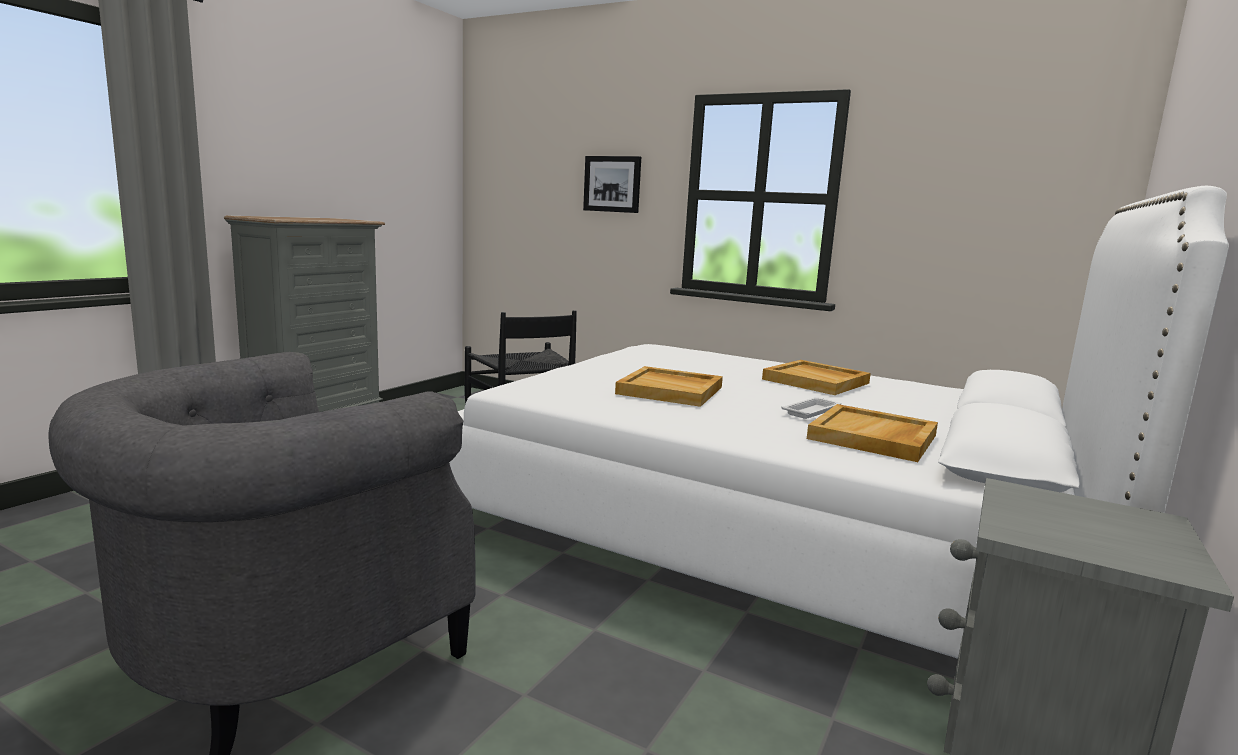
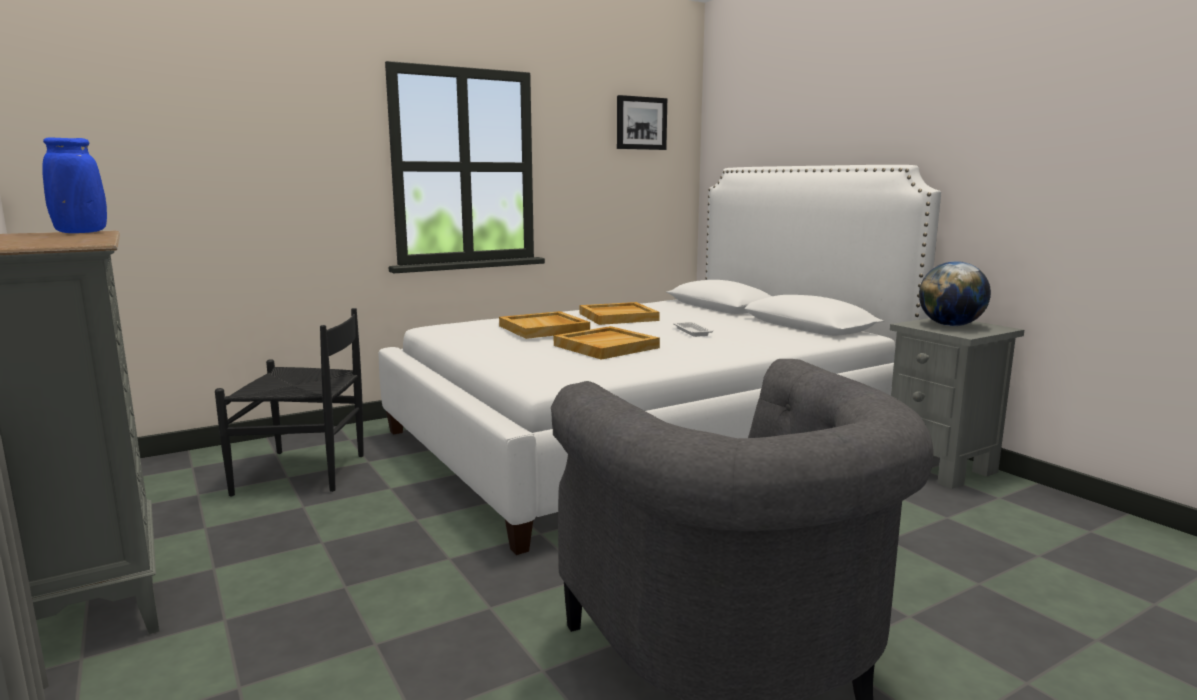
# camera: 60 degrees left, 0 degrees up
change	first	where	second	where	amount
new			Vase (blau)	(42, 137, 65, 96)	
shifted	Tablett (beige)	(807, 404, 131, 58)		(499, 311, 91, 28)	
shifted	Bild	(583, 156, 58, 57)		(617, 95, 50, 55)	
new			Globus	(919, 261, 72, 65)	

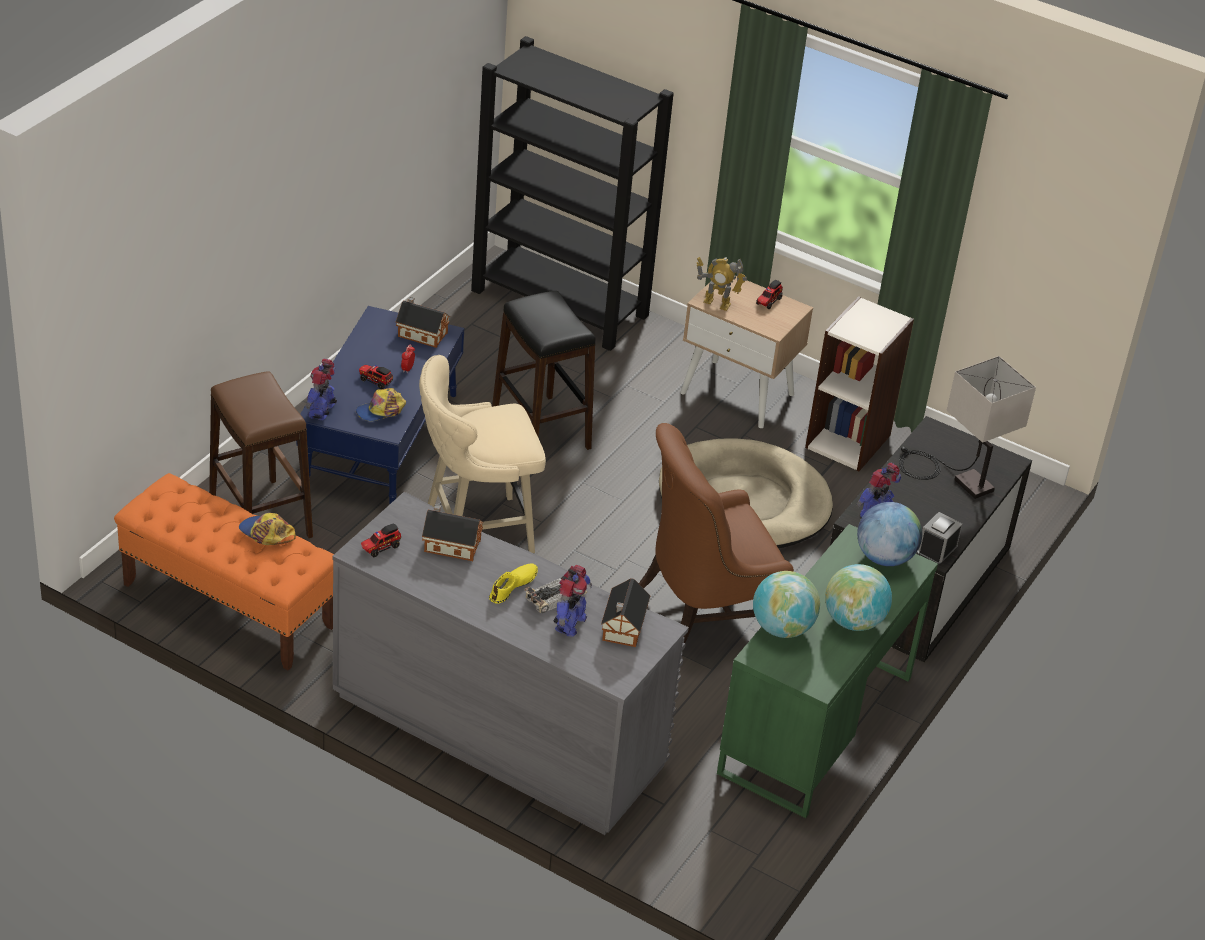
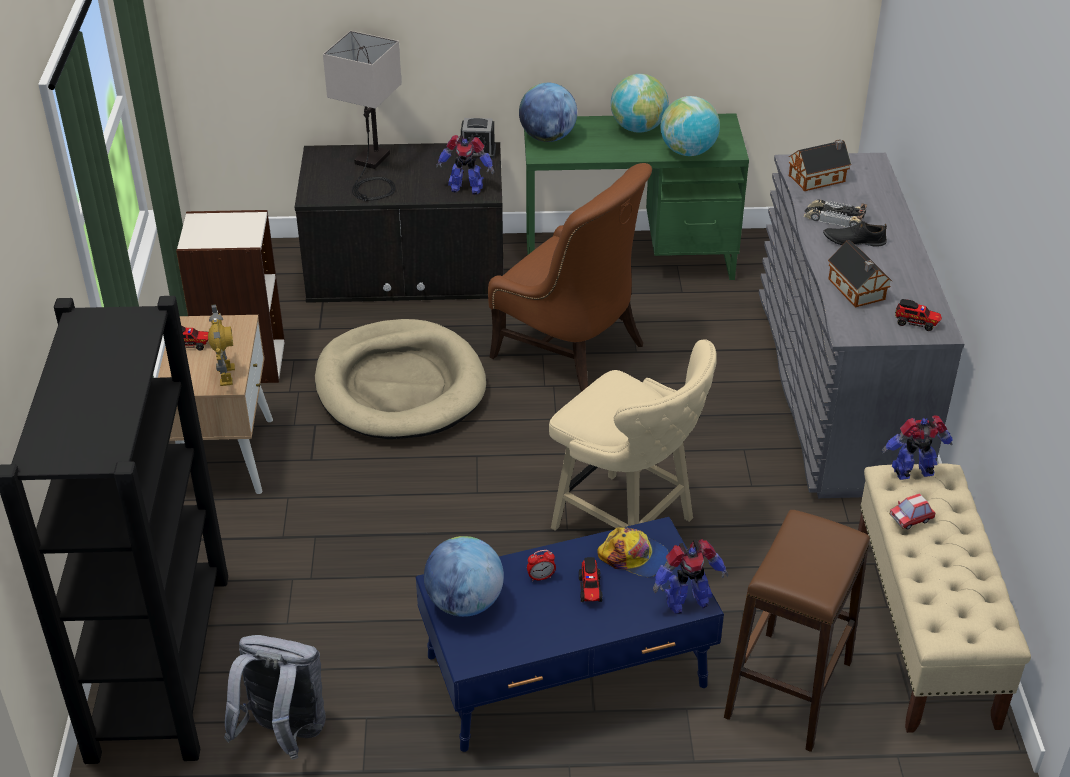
# camera: 120 degrees left, 0 degrees up
change	first	where	second	where	amount
new			Rucksack (grau)	(224, 635, 102, 125)	
swapped	Spielzeughaus	(396, 297, 54, 51)	Globus	(424, 536, 80, 81)	
repainted	Schuh (gelb)	(489, 563, 49, 41)	Schuh (schwarz)	(823, 221, 64, 26)	
repainted	Bank (orange)	(114, 473, 220, 197)	Bank (beige)	(858, 464, 173, 269)	
shifted	Spielzeugroboter	(553, 565, 39, 72)		(882, 415, 71, 65)	
swapped	Kappe	(239, 513, 57, 32)	Spielzeugauto	(889, 493, 46, 37)	
gone	Hocker (schwarz)	(492, 291, 104, 159)			

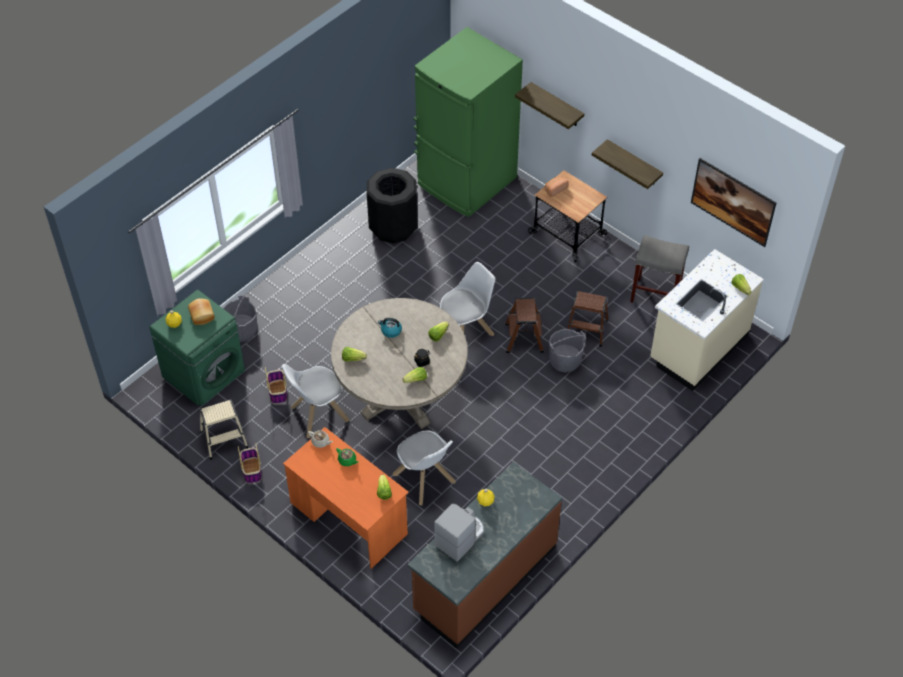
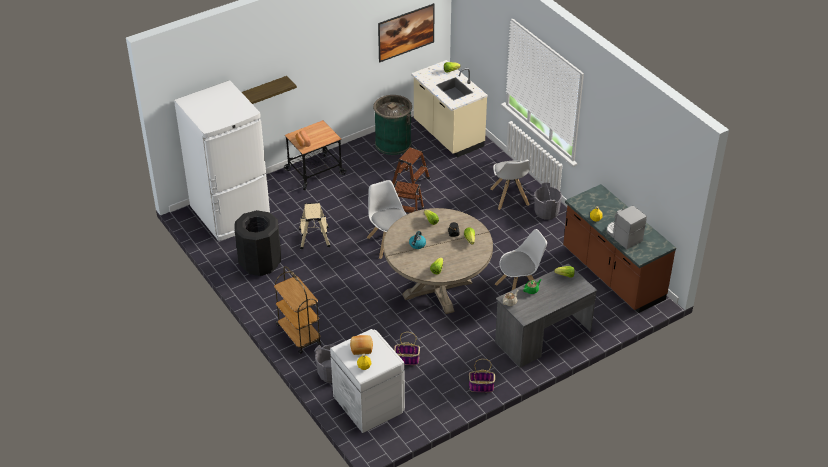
# camera: 75 degrees left, 10 degrees down
change	first	where	second	where	amount
repainted	Kühlschrank (grün)	(413, 27, 110, 190)	Kühlschrank (weiß)	(174, 80, 96, 161)	
new			Rollwagen (braun)	(274, 266, 47, 88)	
shifted	Trittleiter (beige)	(199, 399, 50, 61)		(299, 202, 32, 47)	
repainted	Waschmaschine (grün)	(149, 290, 96, 116)	Waschmaschine (weiß)	(330, 329, 75, 104)	
swapped	Hocker (grau)	(630, 235, 59, 68)	Mülleimer (grün)	(373, 95, 39, 60)	
shifted	Stuhl	(282, 364, 68, 74)		(490, 160, 40, 50)	
repainted	Schreibtisch (orange)	(283, 427, 126, 142)	Schreibtisch (grau)	(495, 264, 102, 104)	
shifted	Eimer (grau)	(548, 329, 38, 44)		(534, 182, 28, 37)	
gone	Wandregal	(592, 139, 71, 50)			

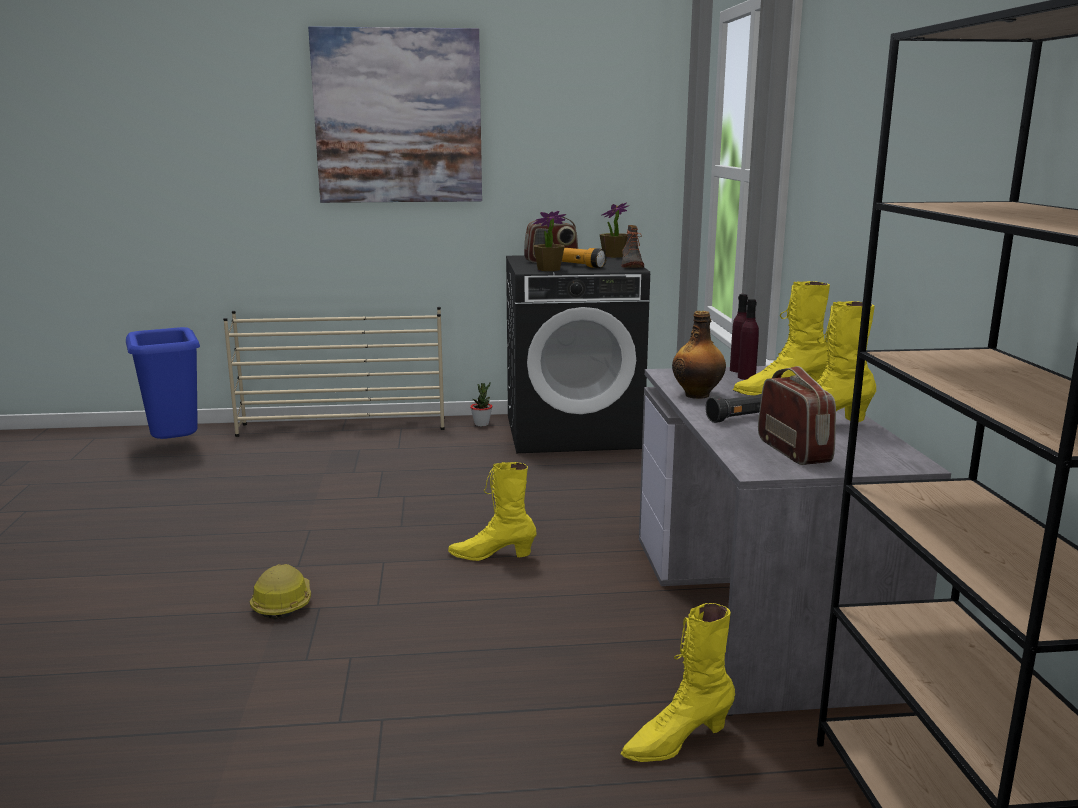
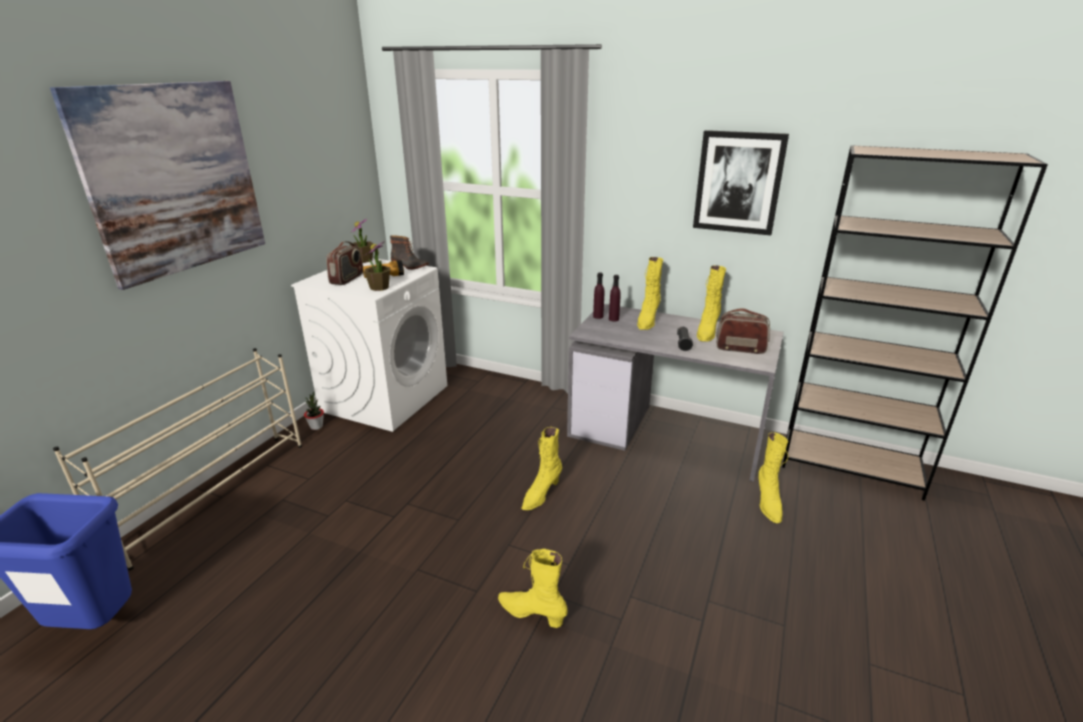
# camera: 60 degrees left, 10 degrees up
change	first	where	second	where	amount
repainted	Waschmaschine (schwarz)	(506, 255, 144, 198)	Waschmaschine (weiß)	(291, 258, 156, 174)	
swapped	Schutzhelm	(250, 564, 61, 56)	Stiefel (gelb)	(498, 549, 70, 79)	
new			Bild	(693, 130, 96, 106)	
gone	Flasche	(672, 311, 54, 88)			

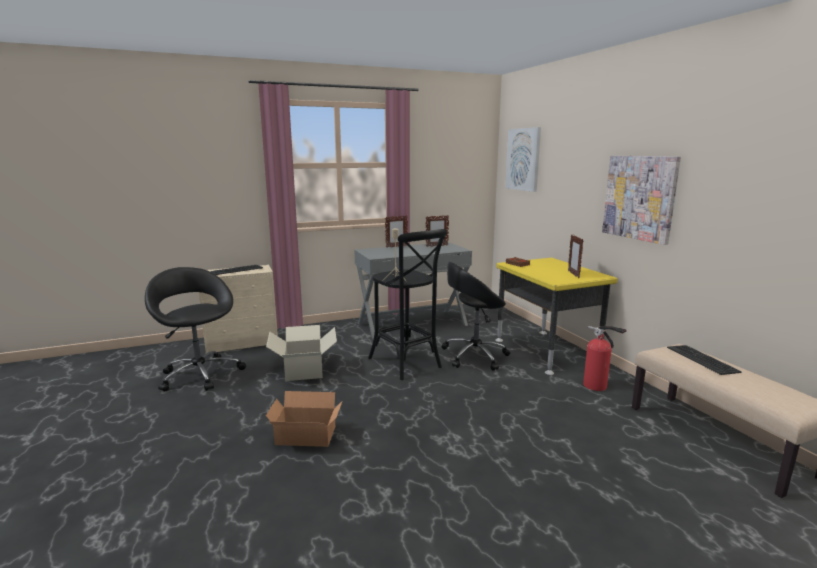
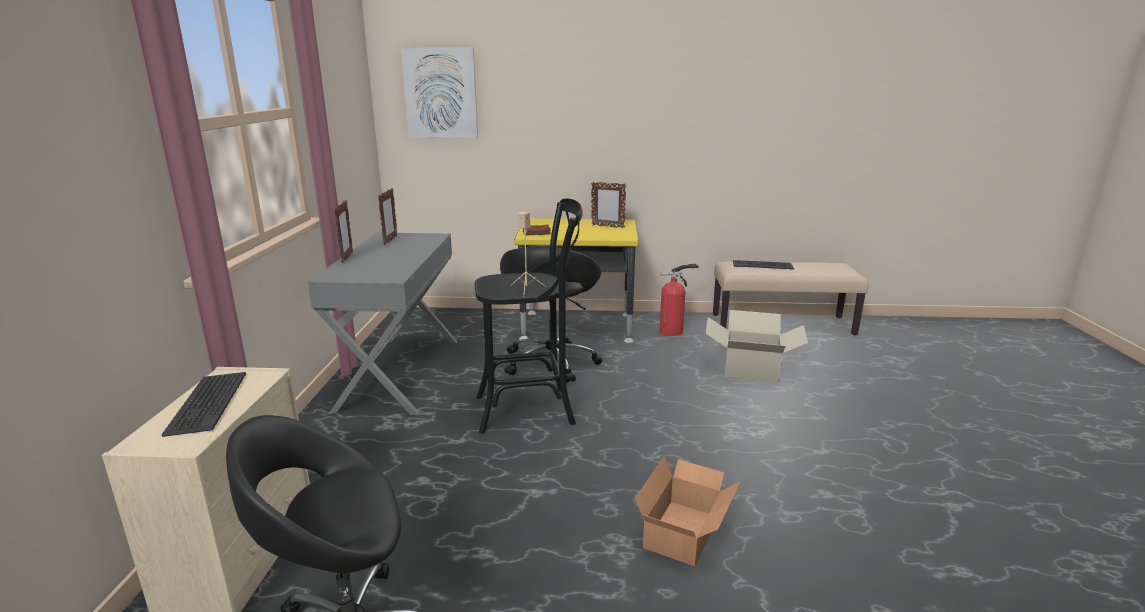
# camera: 65 degrees left, 5 degrees up
change	first	where	second	where	amount
shifted	Karton	(266, 325, 71, 56)		(706, 310, 102, 72)	
gone	Bild	(602, 156, 79, 89)			

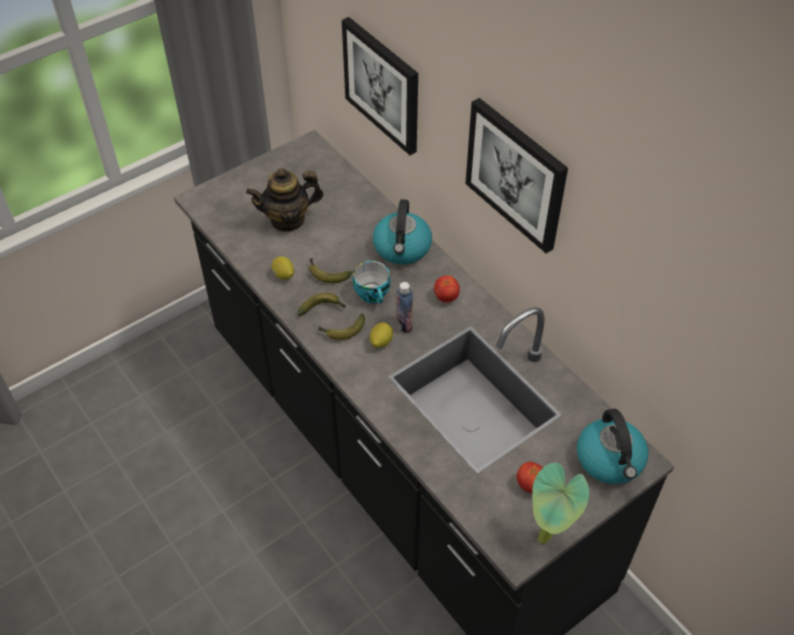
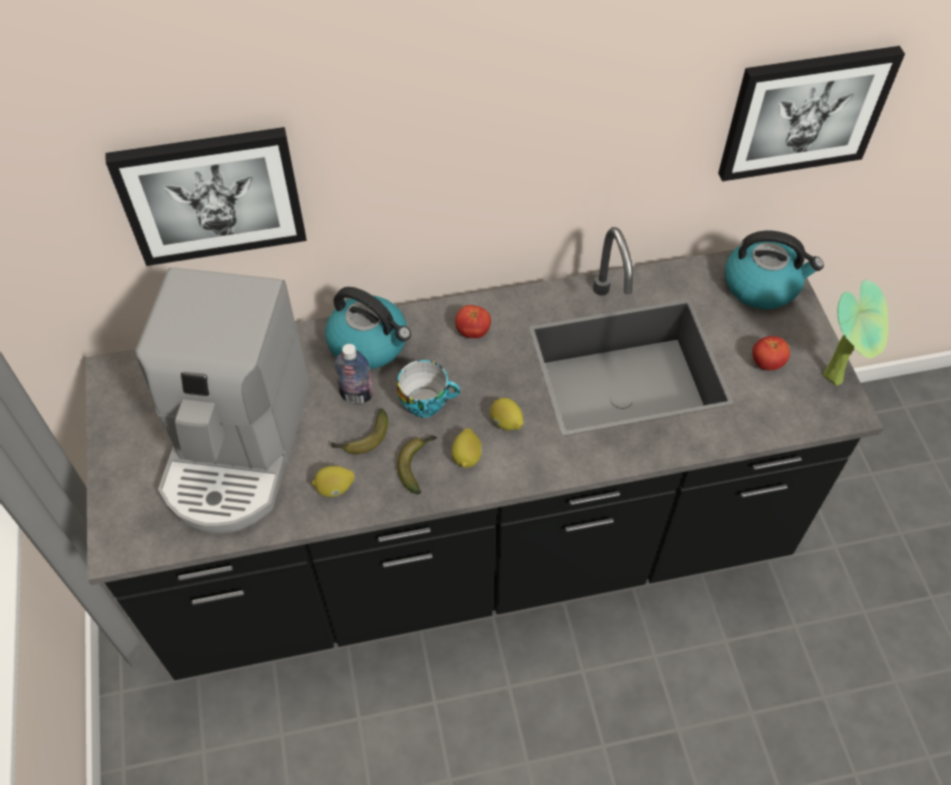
# camera: 65 degrees left, 5 degrees up
change	first	where	second	where	amount
swapped	Teekanne	(246, 168, 77, 64)	Kaffeemaschine	(135, 267, 174, 267)	
shifted	Flasche	(397, 282, 16, 51)		(334, 344, 39, 60)	
swapped	Banane	(318, 314, 47, 26)	Zitrone	(452, 428, 30, 40)	
shifted	Bild	(465, 98, 103, 156)		(718, 46, 187, 135)	

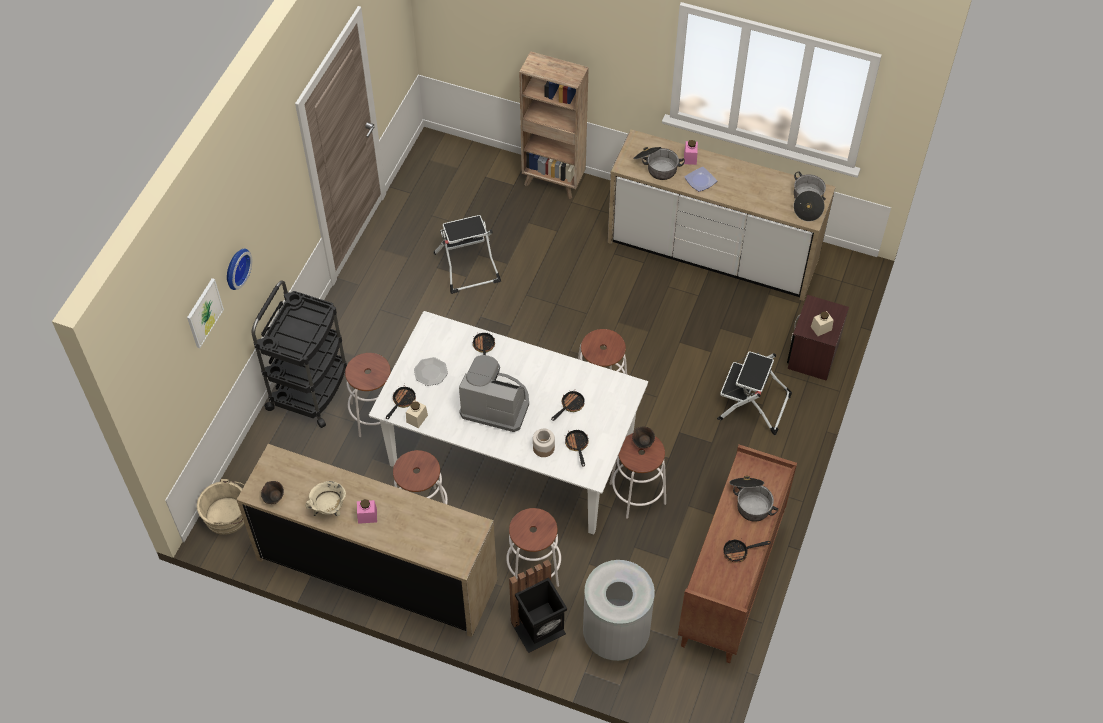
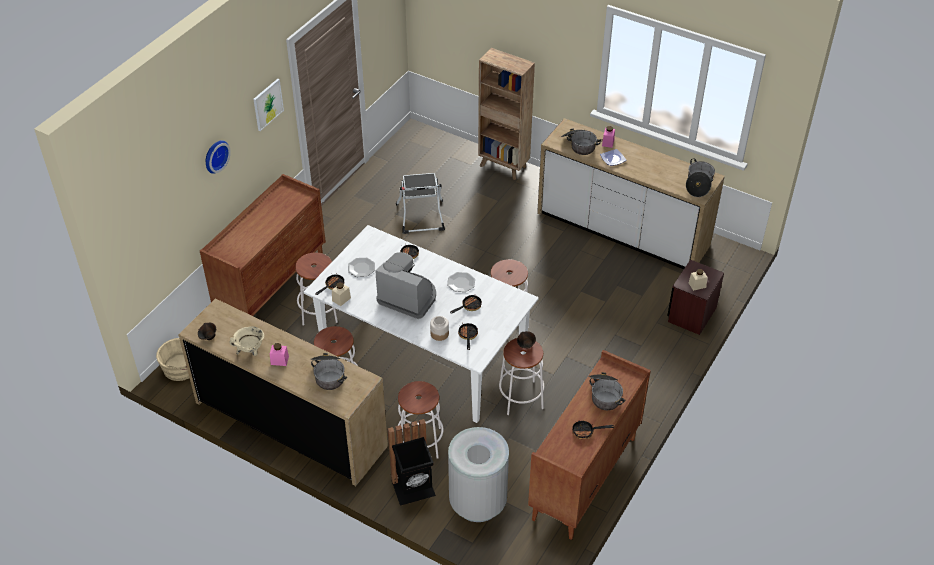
# camera: 10 degrees right, 10 degrees down
change	first	where	second	where	amount
swapped	Rollwagen (schwarz)	(252, 280, 95, 148)	Schrank (braun)	(200, 174, 126, 142)	
shifted	Bild	(187, 278, 37, 70)		(253, 79, 31, 52)	
new			Kochtopf	(311, 353, 36, 37)	
new			Teller	(447, 272, 28, 20)	
gone	Trittleiter	(717, 351, 75, 84)			

